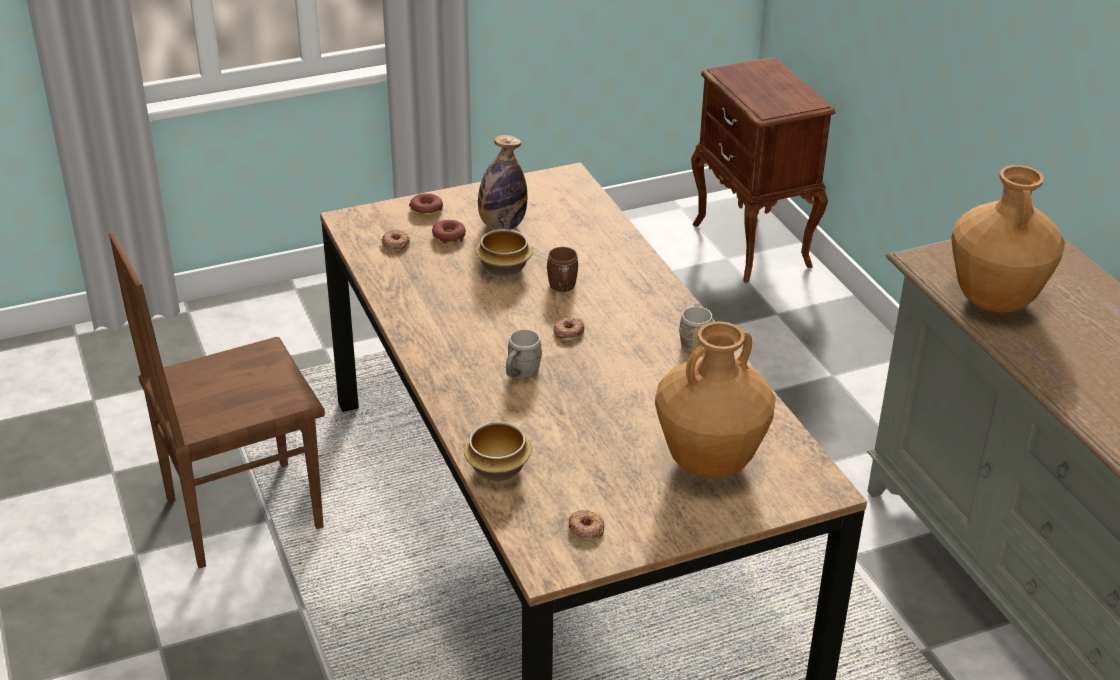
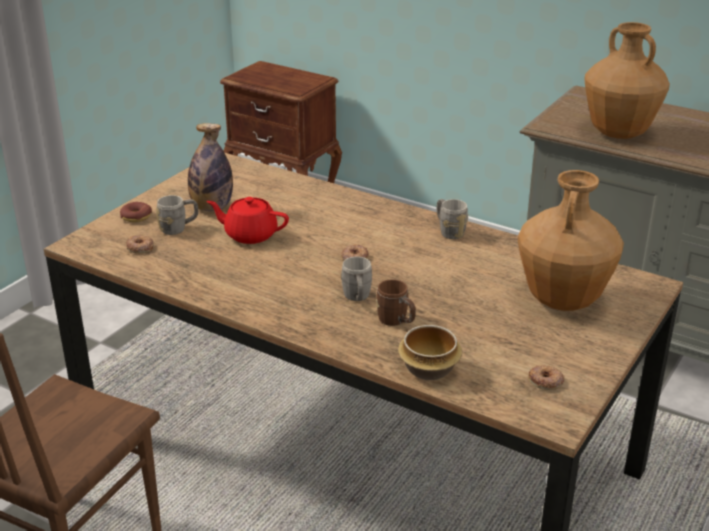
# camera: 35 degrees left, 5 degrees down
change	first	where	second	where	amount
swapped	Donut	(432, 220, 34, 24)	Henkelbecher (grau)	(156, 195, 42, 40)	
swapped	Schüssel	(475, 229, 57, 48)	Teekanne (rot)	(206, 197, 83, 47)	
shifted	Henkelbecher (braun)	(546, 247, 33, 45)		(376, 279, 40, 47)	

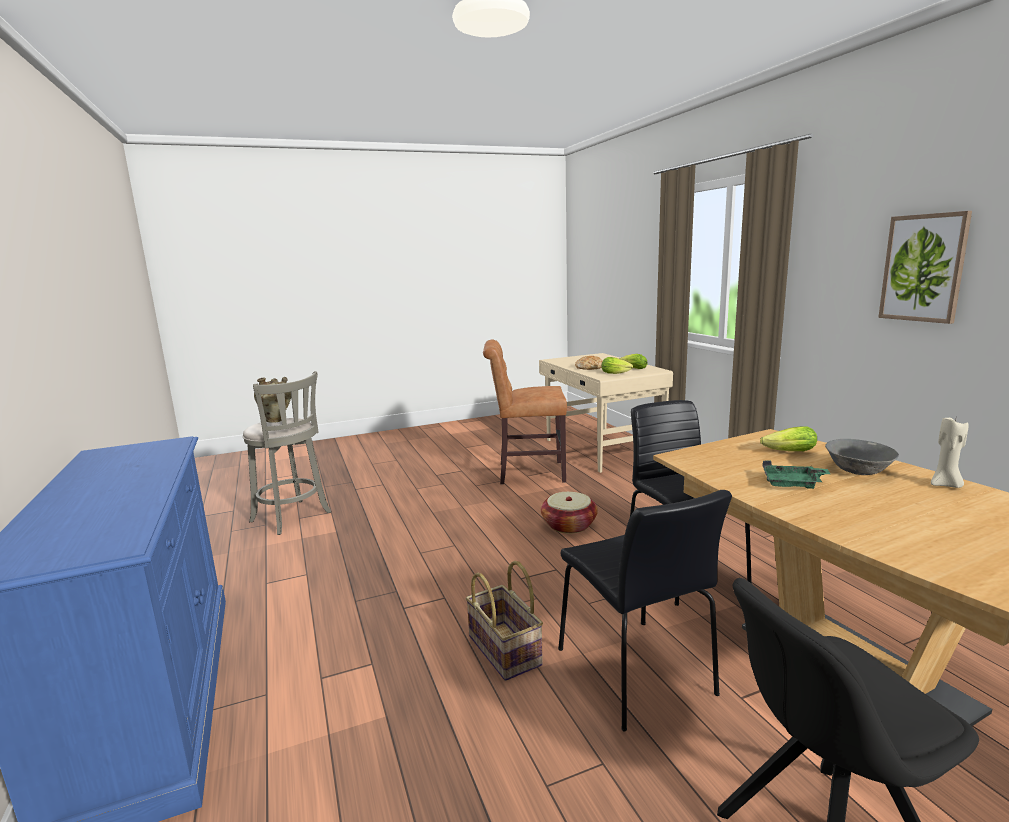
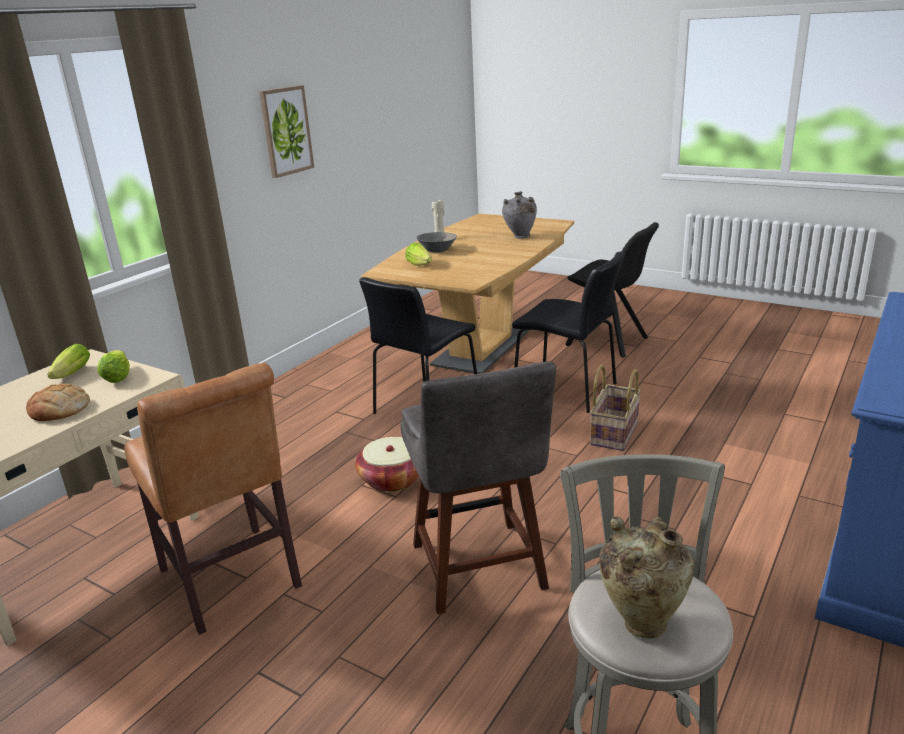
# camera: 125 degrees left, 10 degrees up
change	first	where	second	where	amount
new			Hocker (grau)	(401, 361, 155, 253)	
new			Vase (grau)	(502, 192, 35, 47)	
rotated	Stuhl (schwarz)	(558, 490, 174, 242)		(512, 251, 113, 162)	90 degrees clockwise
gone	Tablett (grün)	(762, 460, 68, 29)			

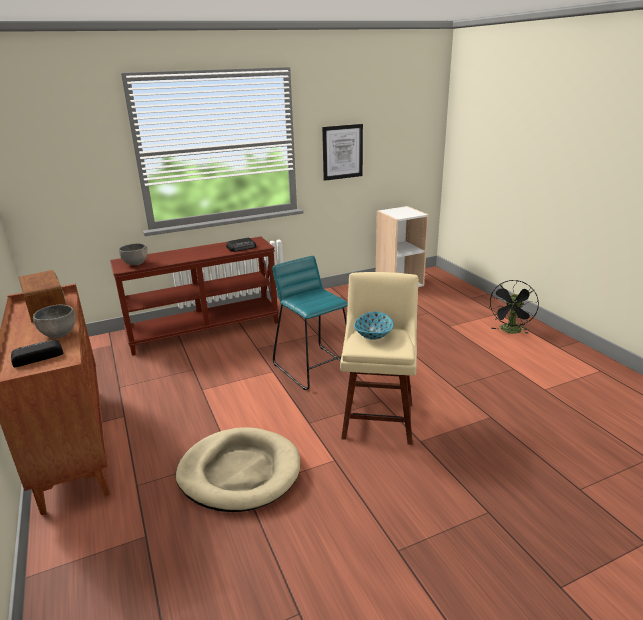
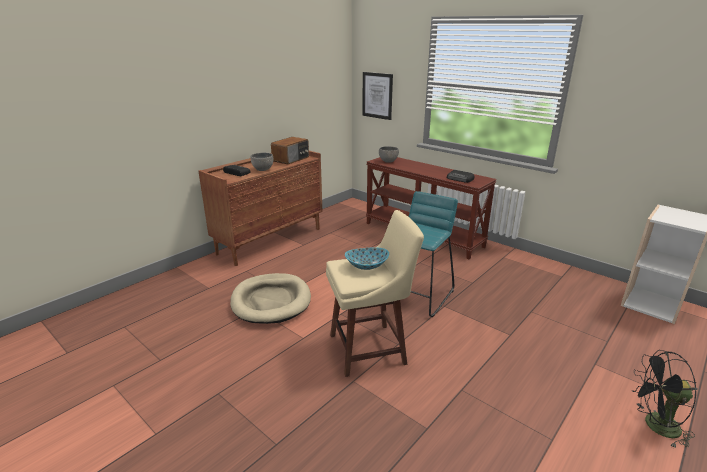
# camera: 65 degrees right, 0 degrees up
change	first	where	second	where	amount
shifted	Bild	(322, 124, 41, 57)		(362, 72, 31, 48)	

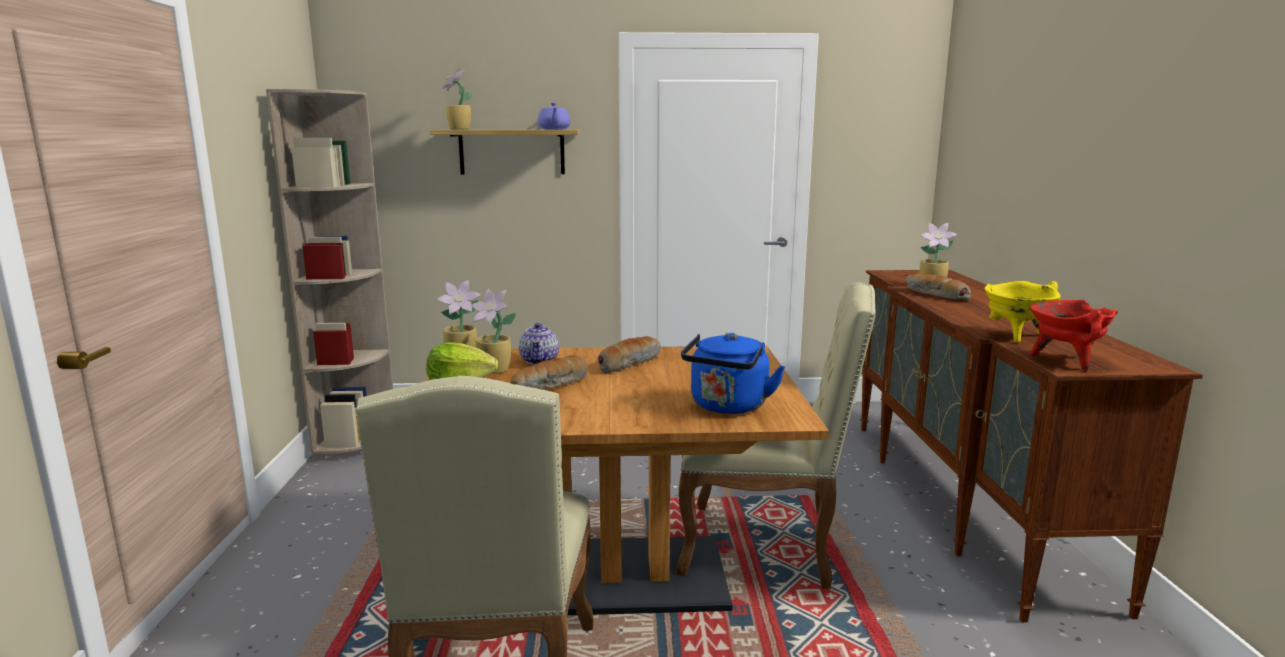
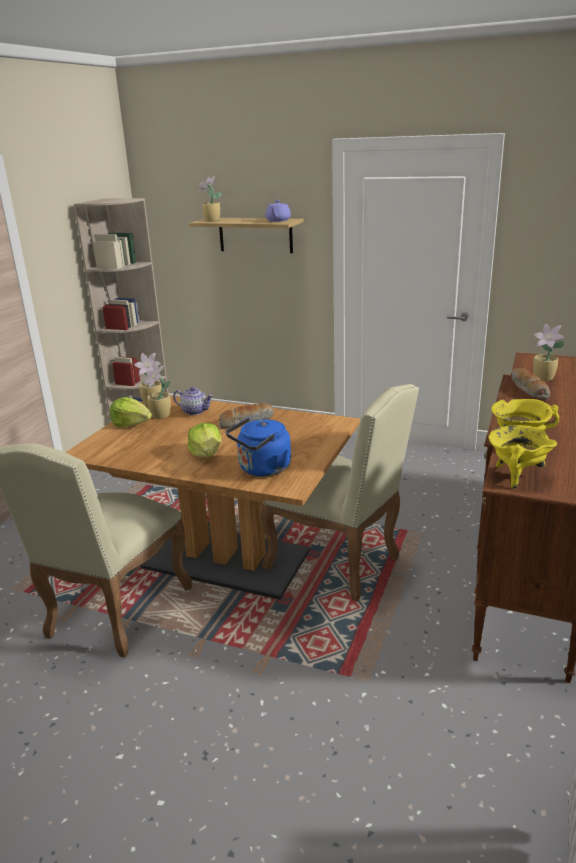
# camera: 25 degrees right, 10 degrees up
change	first	where	second	where	amount
rotated	Teekanne	(519, 323, 40, 42)		(173, 387, 40, 28)	90 degrees counterclockwise
new			Salatkopf	(188, 423, 34, 34)	
repainted	Kochtopf (rot)	(1029, 300, 89, 71)	Kochtopf (gelb)	(489, 425, 68, 64)	
gone	Brot	(510, 355, 78, 35)			

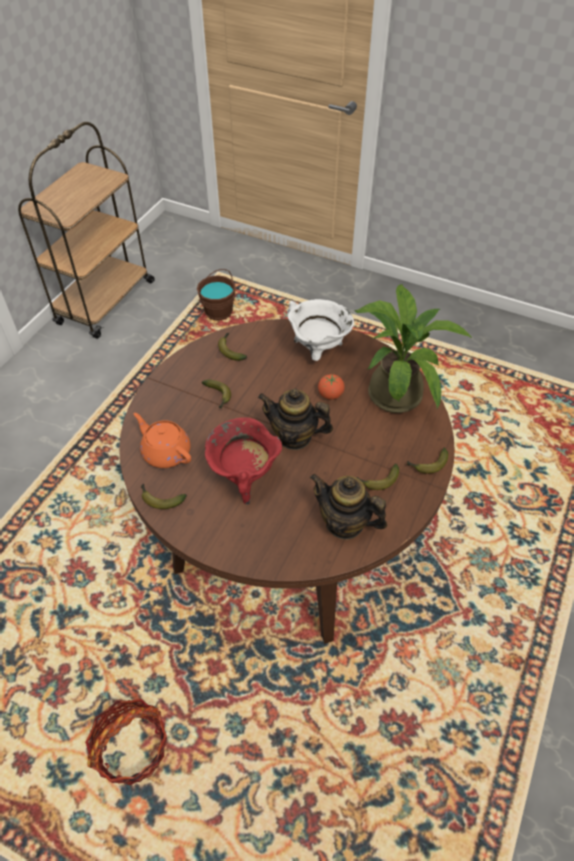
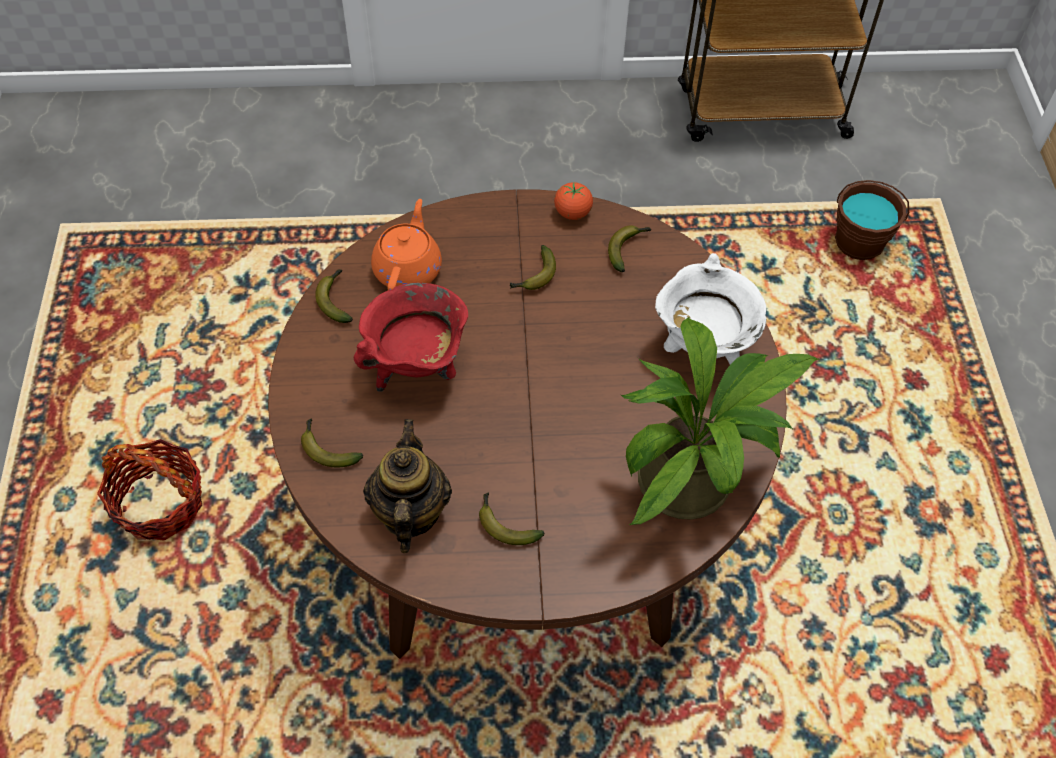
# camera: 60 degrees right, 5 degrees up
change	first	where	second	where	amount
shifted	Banane	(406, 448, 42, 26)		(301, 419, 62, 48)	
shifted	Tomate	(318, 374, 27, 26)		(554, 182, 39, 38)	
gone	Teekanne	(258, 388, 75, 62)			

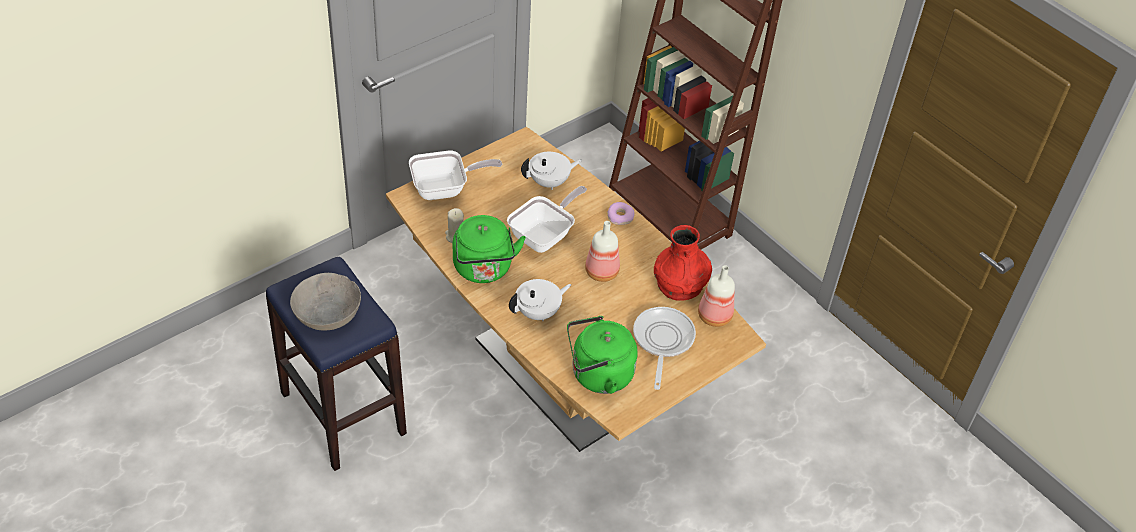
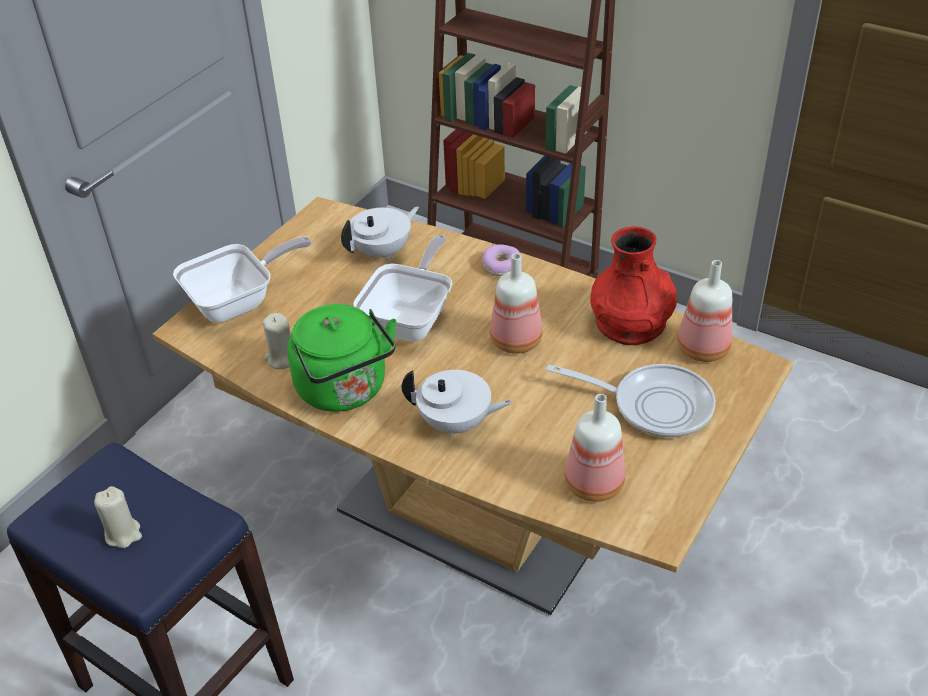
# camera: 15 degrees left, 5 degrees down
change	first	where	second	where	amount
swapped	Schüssel (grau)	(290, 273, 71, 57)	Kerze (beige)	(94, 486, 48, 62)	
rotated	Teekanne (weiß)	(509, 279, 62, 42)		(402, 370, 110, 67)	60 degrees clockwise
rotated	Pfanne	(633, 307, 63, 83)		(546, 364, 170, 73)	120 degrees clockwise
swapped	Wasserkessel (grün)	(567, 316, 71, 78)	Flasche	(564, 394, 61, 108)	

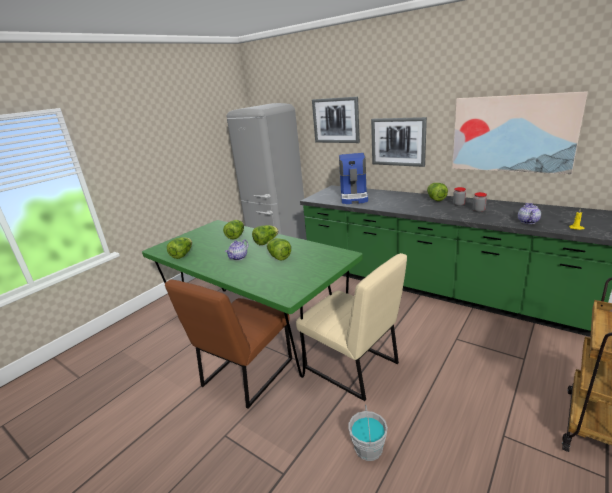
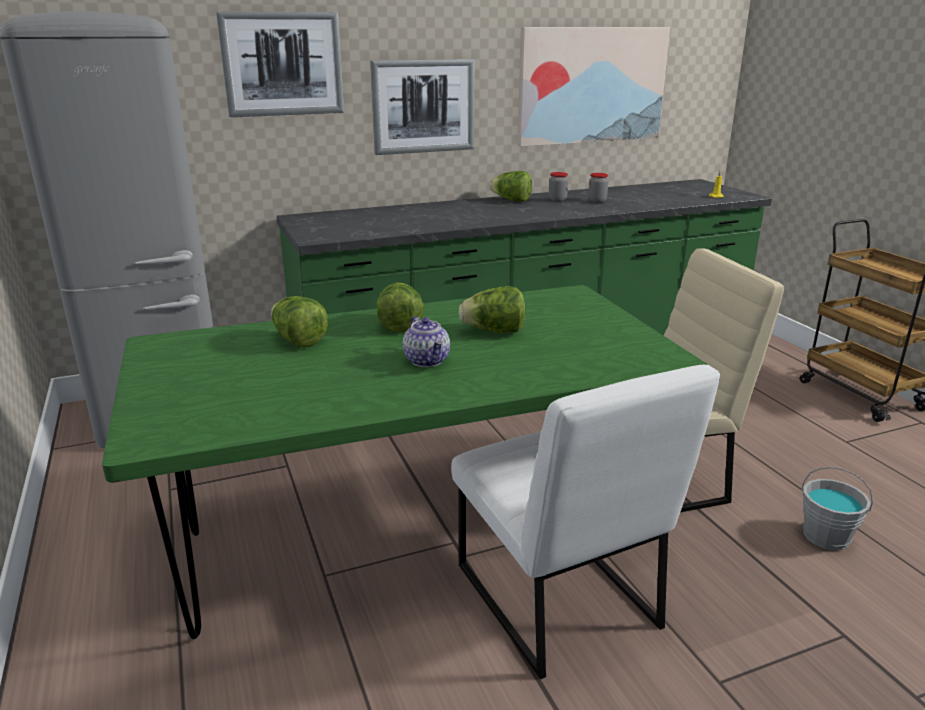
# camera: 60 degrees left, 0 degrees up
change	first	where	second	where	amount
repainted	Stuhl (braun)	(165, 280, 127, 128)	Stuhl (weiß)	(451, 365, 269, 314)	
gone	Salatkopf	(167, 237, 25, 22)			
gone	Kaffeemaschine	(339, 153, 29, 51)			
gone	Teekanne	(518, 203, 23, 21)			

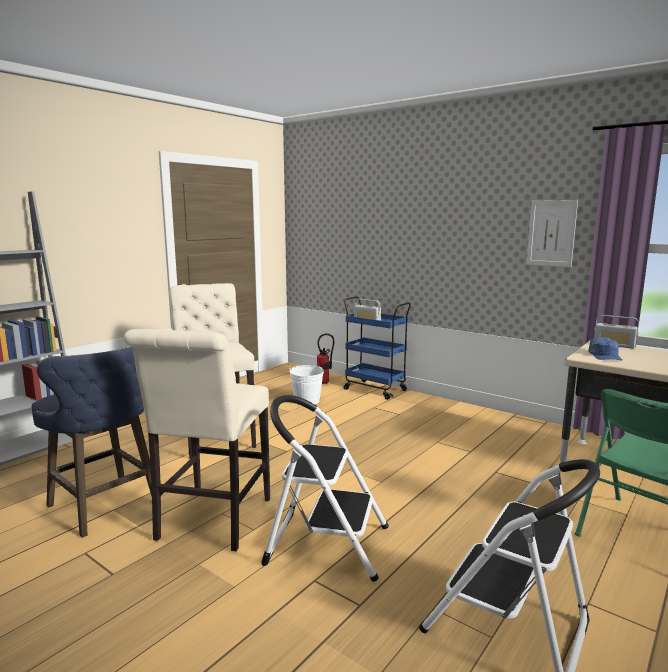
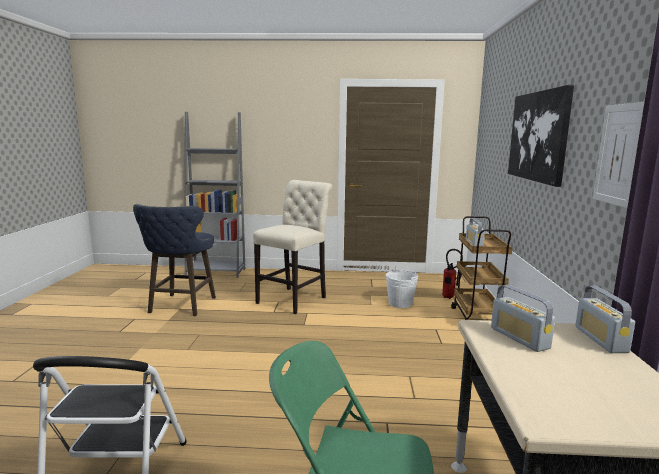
# camera: 55 degrees right, 0 degrees up
change	first	where	second	where	amount
repainted	Rollwagen (blau)	(344, 296, 67, 104)	Rollwagen (braun)	(451, 216, 62, 104)	
swapped	Kappe (blau)	(588, 337, 35, 24)	Radio	(491, 285, 64, 67)	
new			Bild	(508, 85, 66, 102)	
gone	Hocker (beige)	(124, 329, 146, 222)			
gone	Trittleiter	(261, 395, 128, 187)			

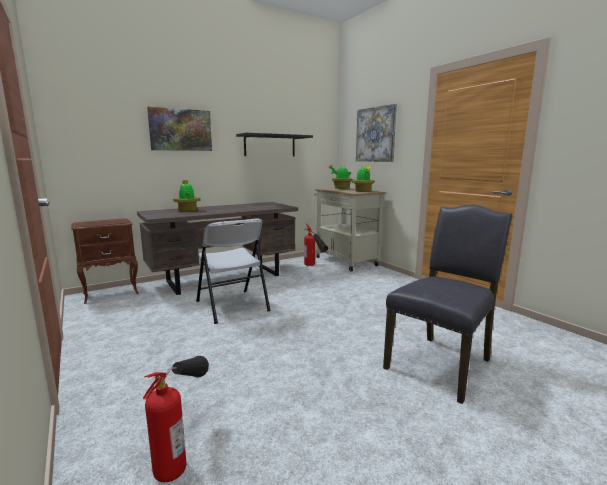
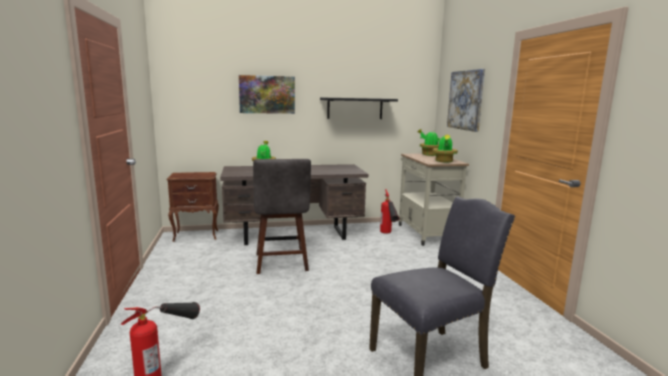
# camera: 20 degrees right, 0 degrees up
change	first	where	second	where	amount
swapped	Stuhl (weiß)	(196, 218, 75, 106)	Hocker (grau)	(253, 159, 58, 115)	

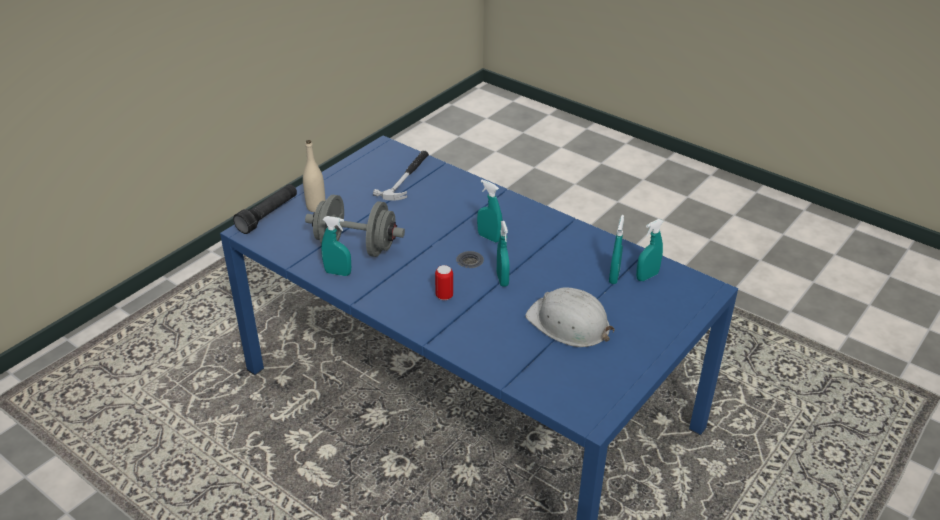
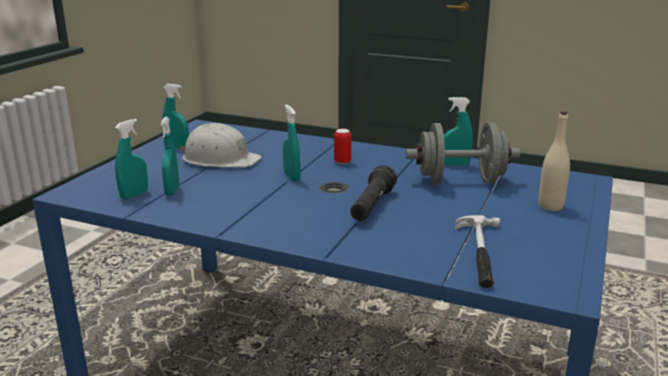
# camera: 165 degrees right, 15 degrees down
change	first	where	second	where	amount
shifted	Sprühflasche (türkis)	(477, 180, 25, 63)		(162, 84, 27, 64)	
shifted	Taschenlampe (schwarz)	(233, 184, 64, 50)		(350, 165, 47, 56)	

